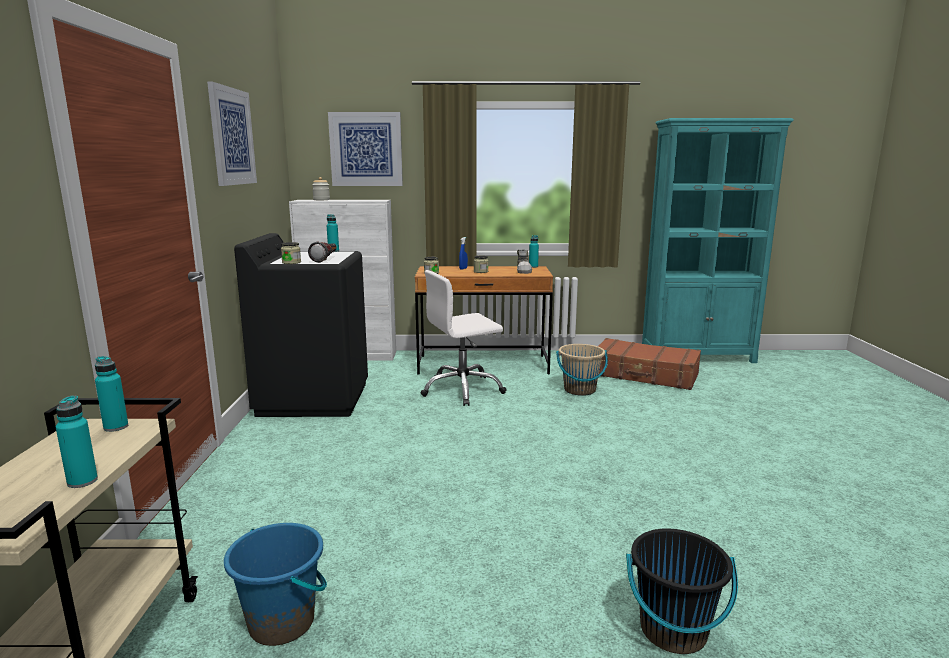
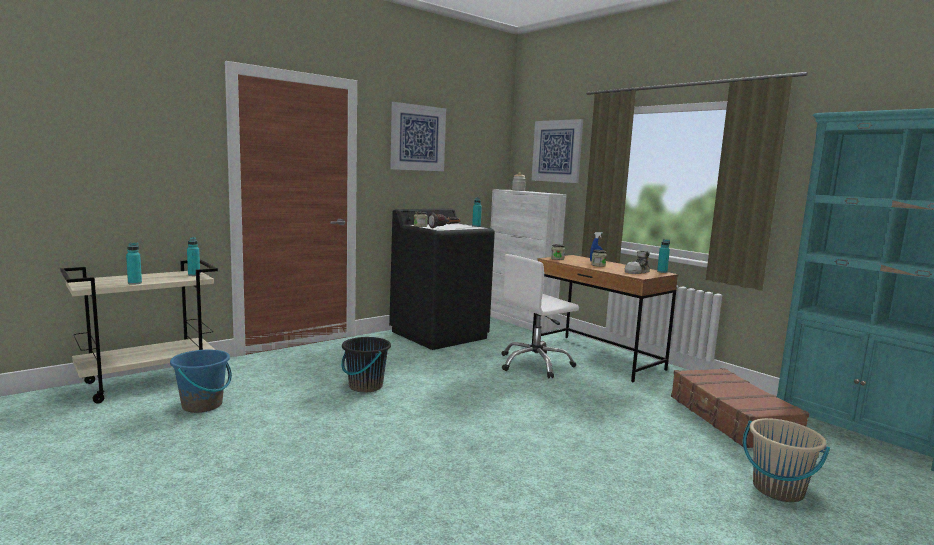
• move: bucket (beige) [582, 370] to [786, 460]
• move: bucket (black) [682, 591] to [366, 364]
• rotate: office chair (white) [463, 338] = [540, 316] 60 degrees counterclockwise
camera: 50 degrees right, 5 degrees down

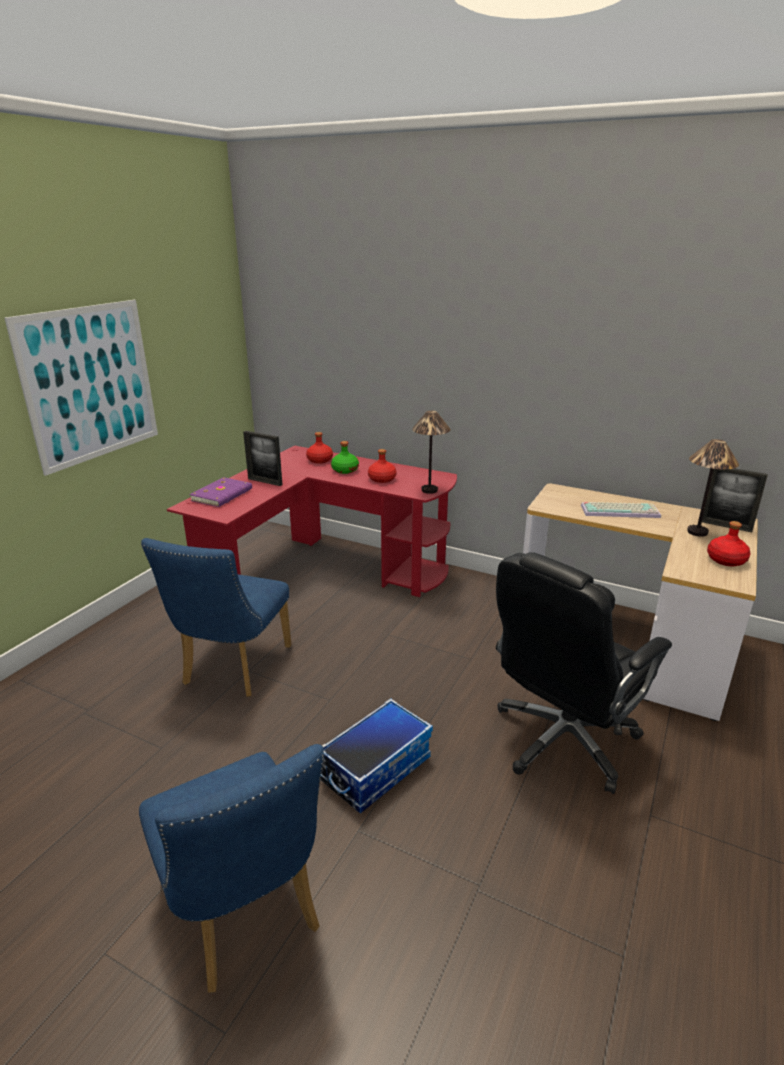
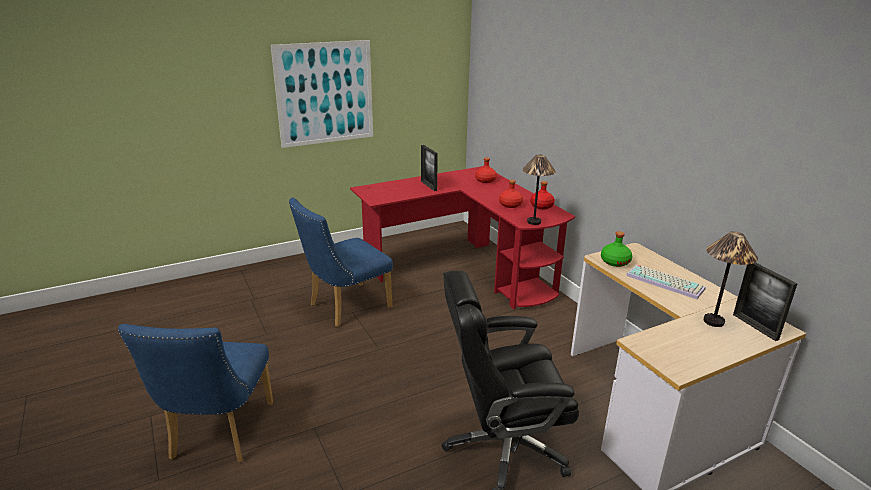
• delete: book (purple) [220, 492]
• delete: storage box [376, 755]
• move: bottle (green) [345, 457] to [616, 249]
• move: bottle (red) [728, 543] to [542, 195]
camera: 35 degrees right, 0 degrees up

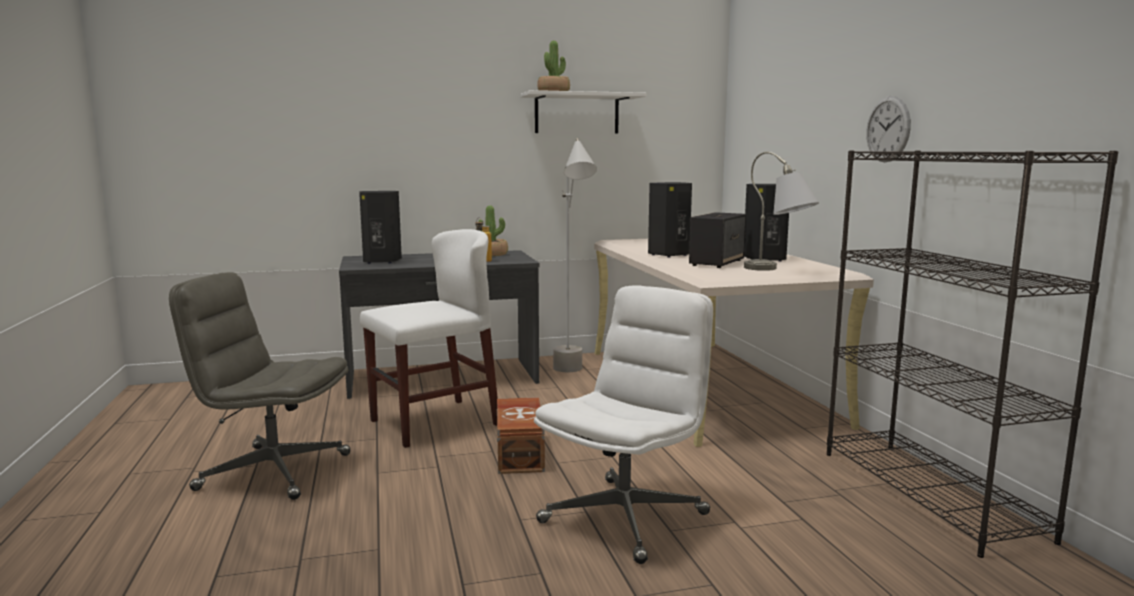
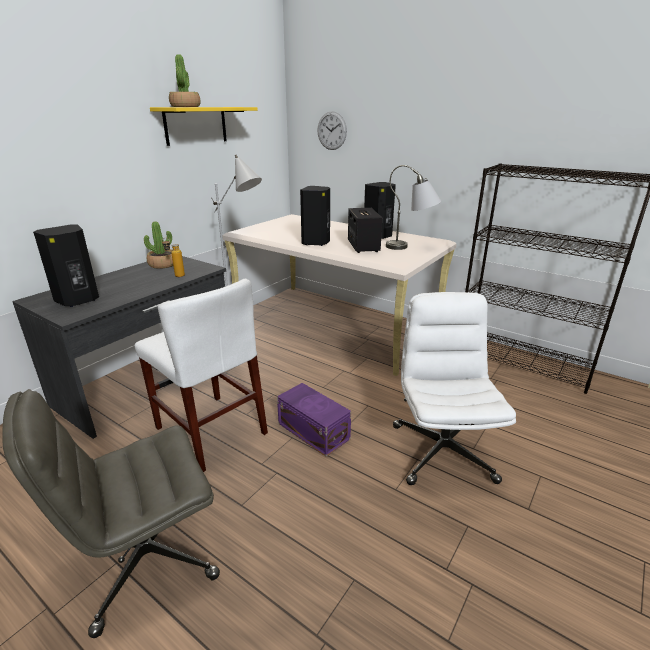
• move: wall clock [888, 129] to [332, 130]
• recolor: storage box (brown) [521, 435] to storage box (purple) [314, 420]
• recolor: shelf (white) [583, 112] to shelf (yellow) [204, 126]
• rotate: chair (white) [429, 338] = [201, 375] 120 degrees clockwise
camera: 40 degrees left, 15 degrees up

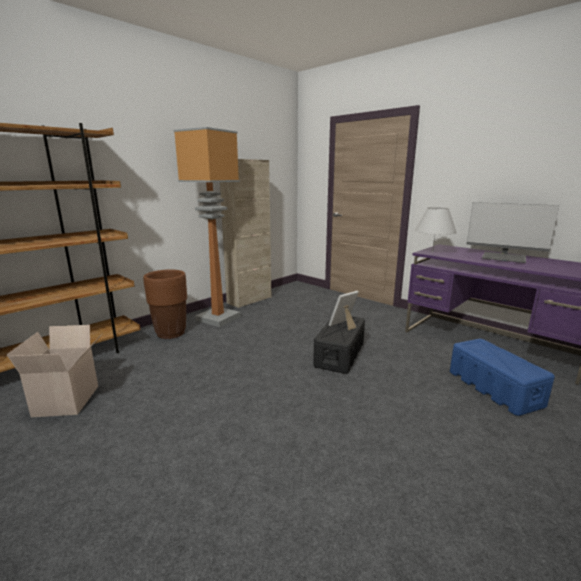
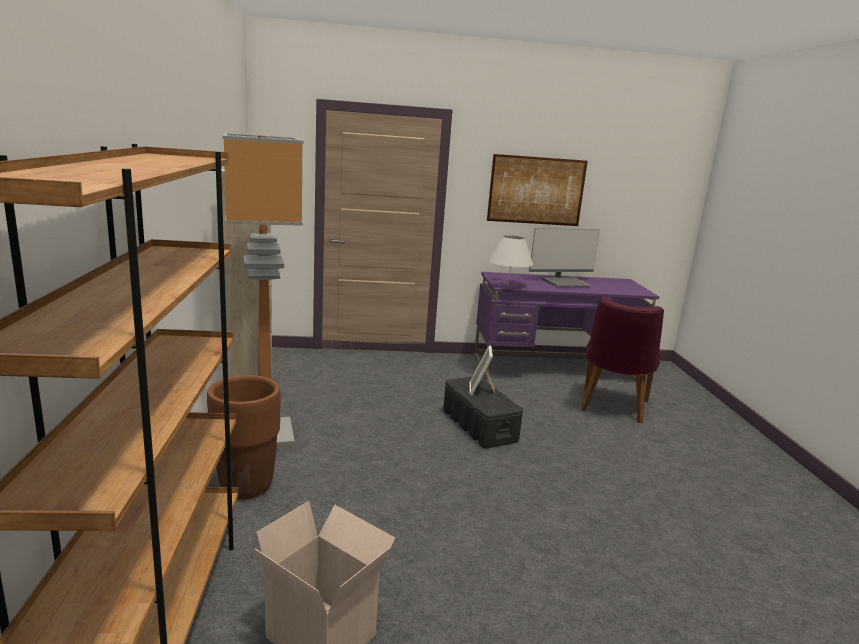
• insert: picture [537, 190]
• replace: storage box (blue) [502, 377] to chair (purple) [622, 360]
camera: 50 degrees left, 0 degrees up

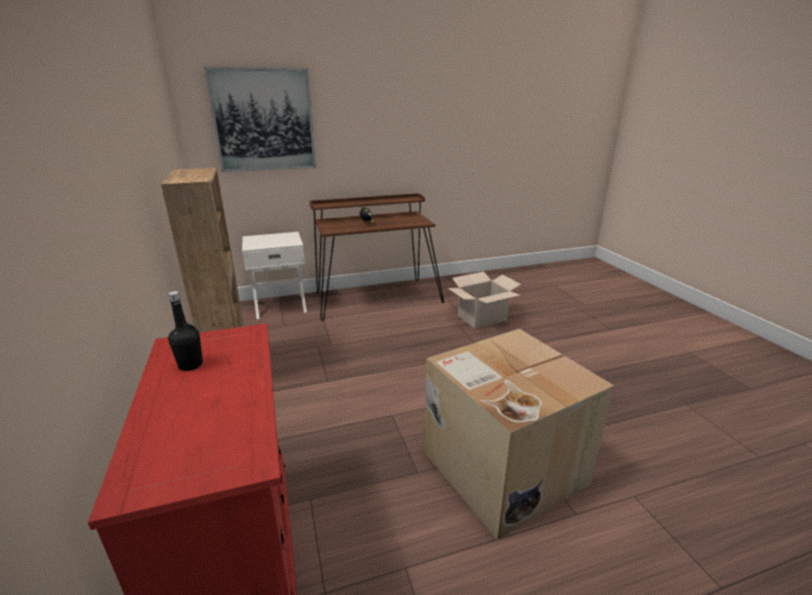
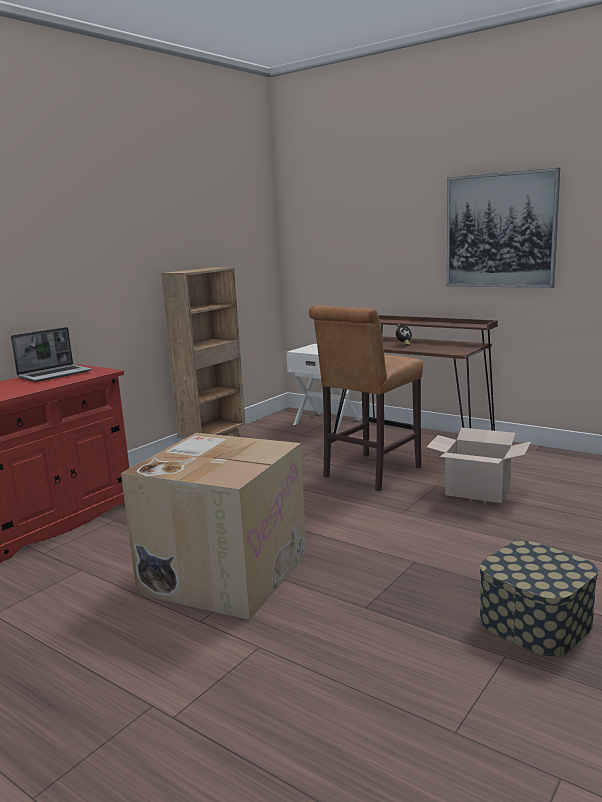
• insert: stool (brown) [366, 398]
• insert: storage box [539, 599]
• move: picture [260, 119] to [503, 228]
• replace: bottle (black) [185, 331] to laptop [51, 354]
camera: 55 degrees right, 10 degrees down

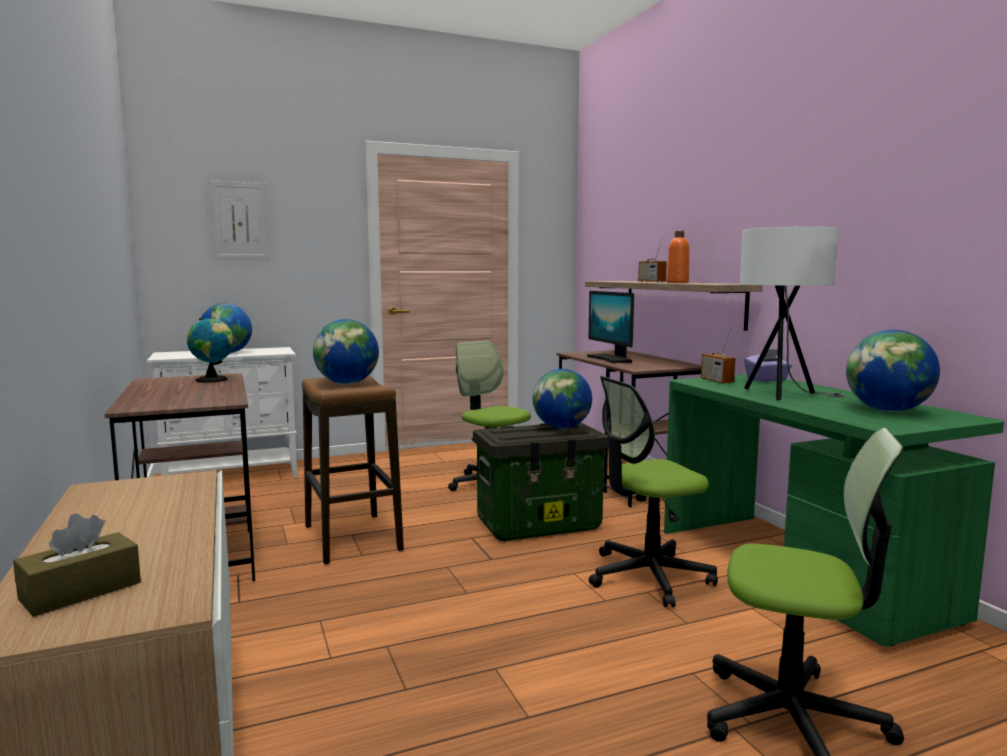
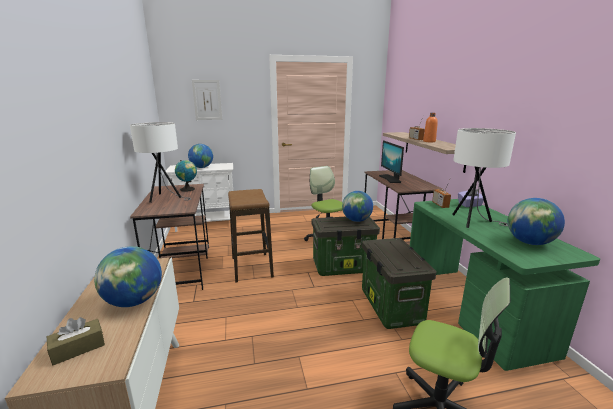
• insert: table lamp (white) [161, 162]
• move: globe [346, 351] to [128, 276]
• replace: office chair [653, 491] to storage box [399, 283]
camera: 10 degrees right, 10 degrees up

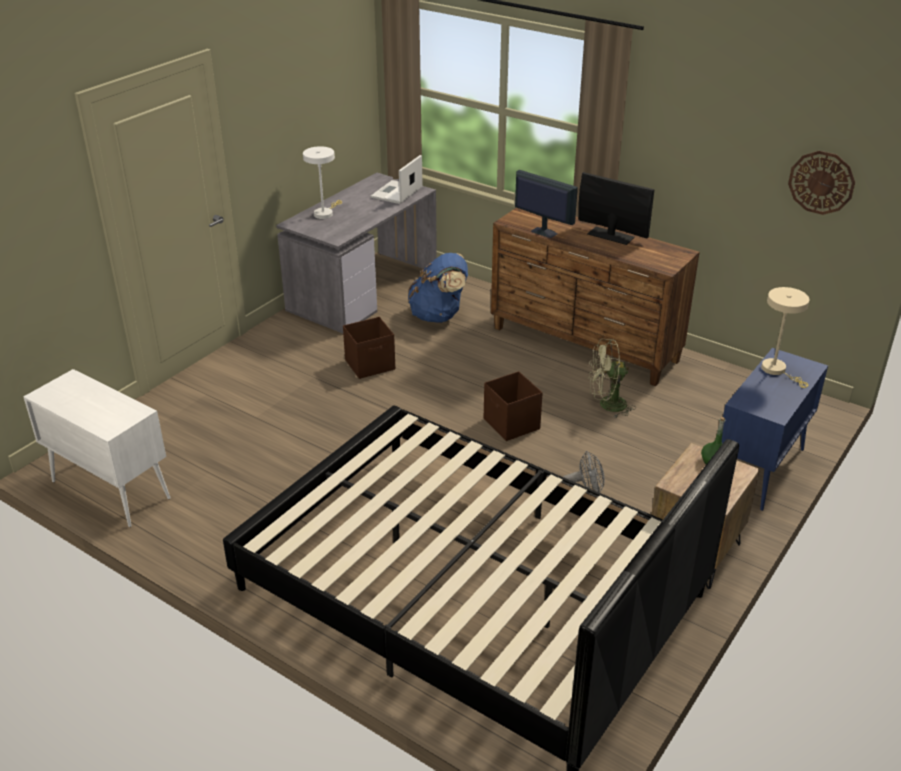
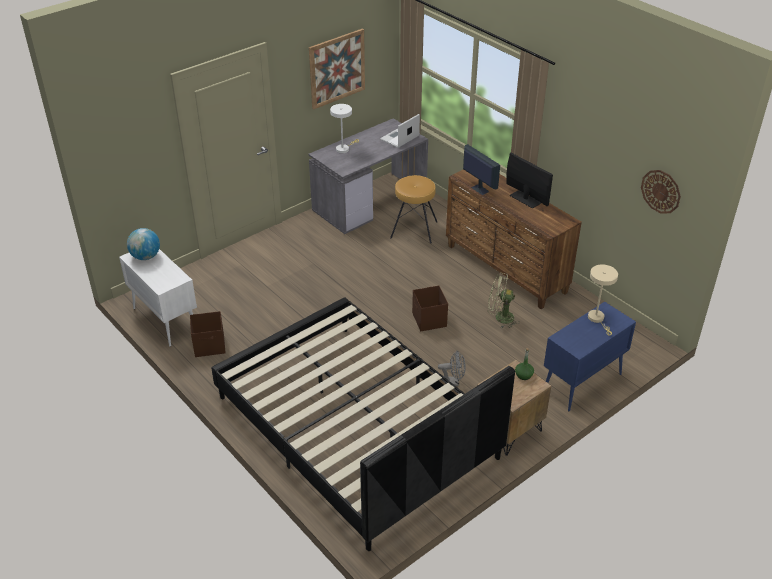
• insert: globe [143, 244]
• insert: picture [337, 68]
• move: storage box (brown) [369, 348] to [208, 334]
• replace: backpack (blue) [438, 288] to stool (brown) [413, 209]
camera: 15 degrees right, 5 degrees up

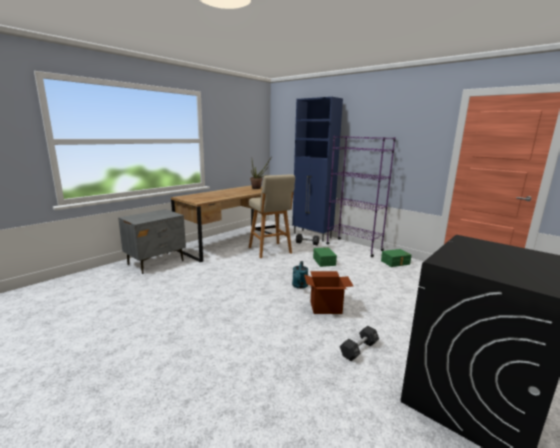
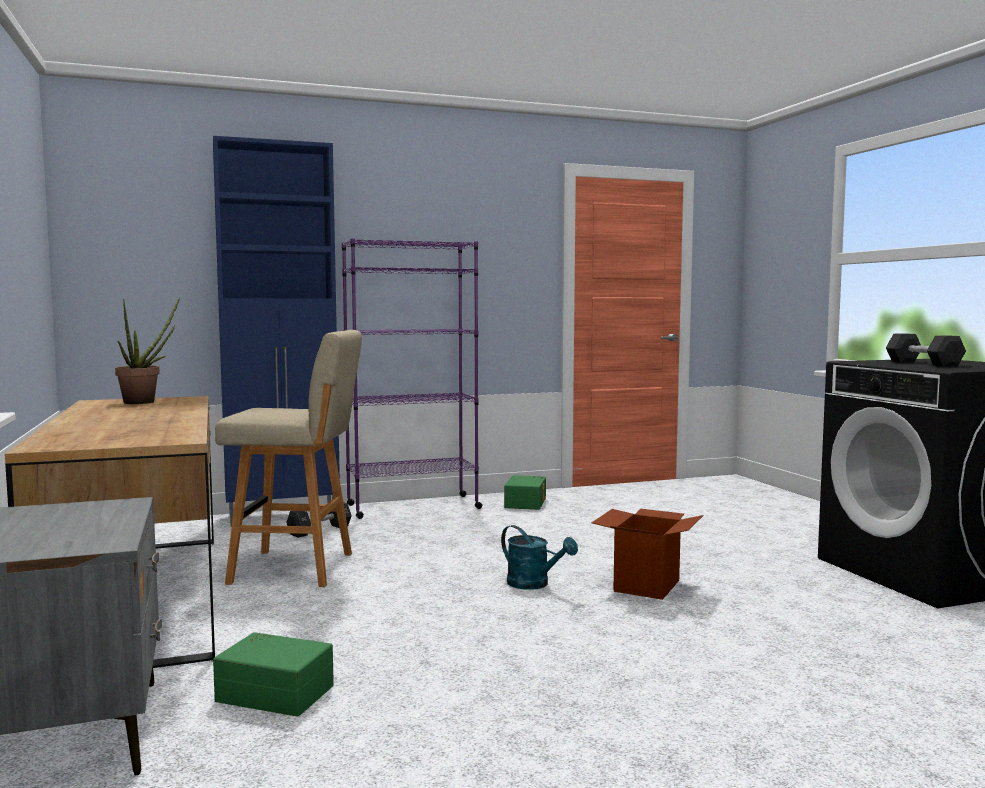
• move: storage box (green) [325, 257] to [273, 674]
• move: dumbbell (black) [359, 343] to [926, 350]
camera: 60 degrees left, 10 degrees down

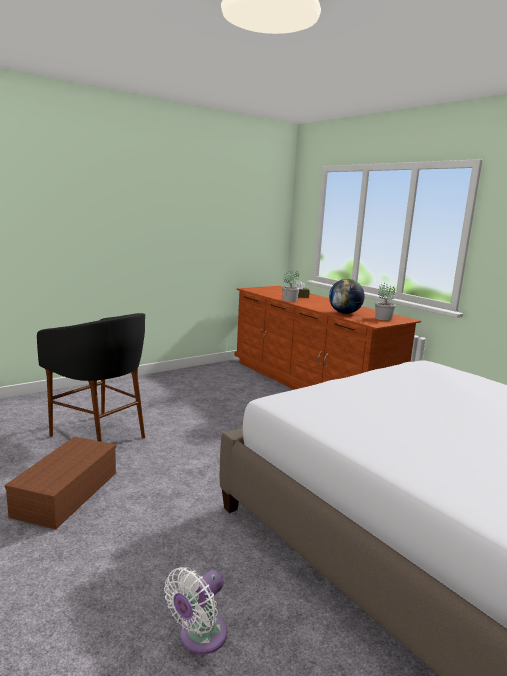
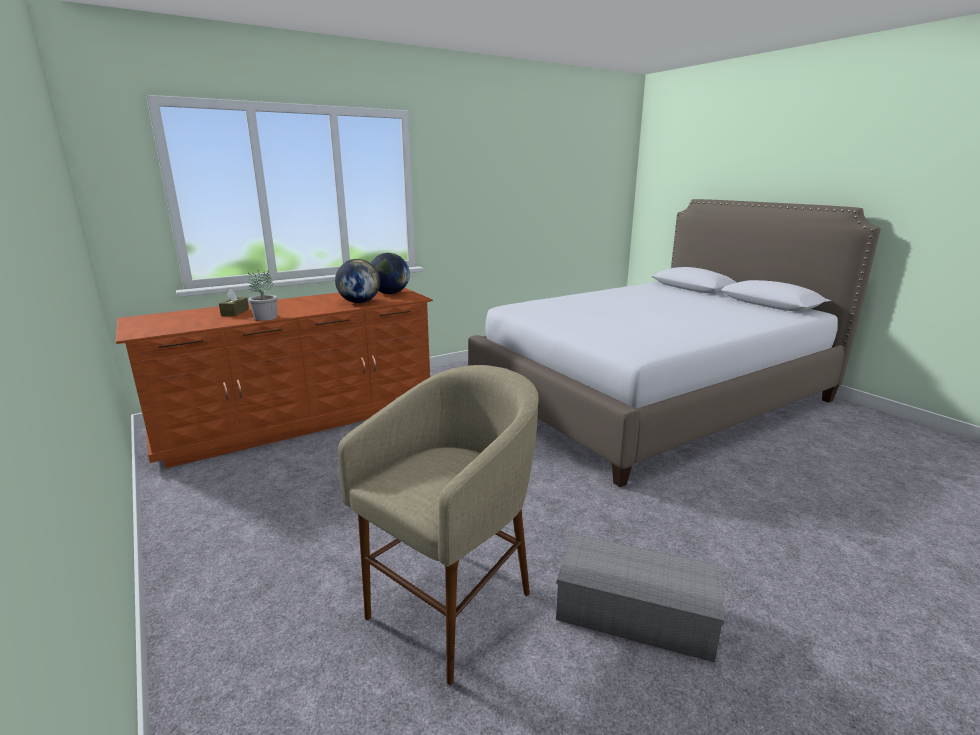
• delete: fan (white) [195, 610]
• replace: potted plant [385, 301] to globe [390, 273]
• recolor: storage box (brown) [60, 483] to storage box (grey) [640, 598]
• recolor: stool (black) [91, 377] to stool (beige) [438, 525]
camera: 85 degrees left, 5 degrees up

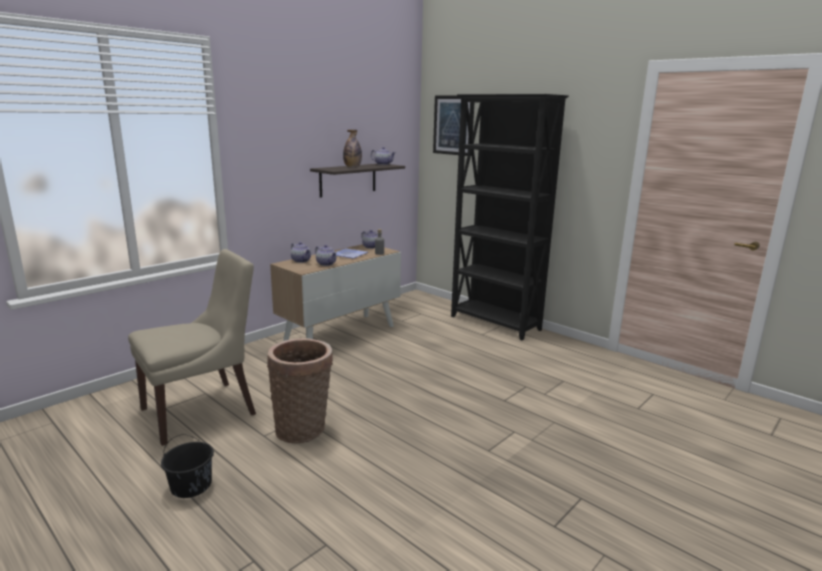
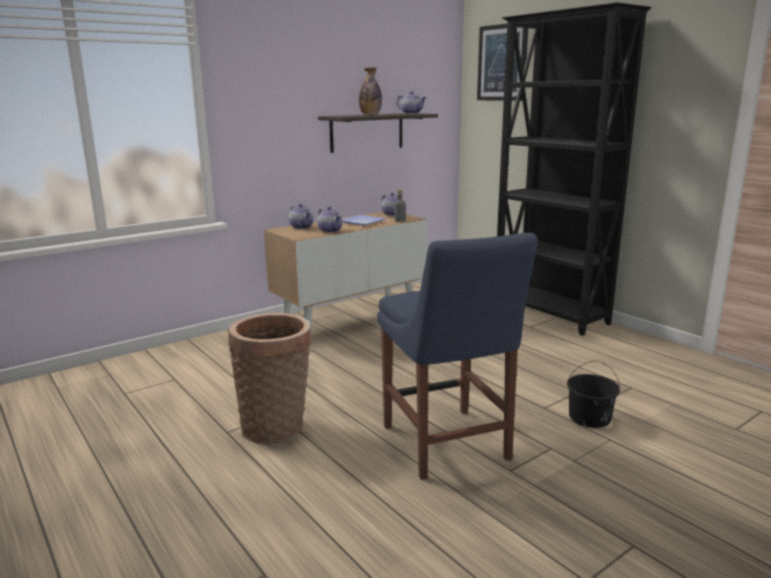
• delete: chair (beige) [192, 347]
• insert: chair (blue) [457, 356]
• move: bucket (black) [187, 466] to [593, 394]
camera: 10 degrees right, 0 degrees up

